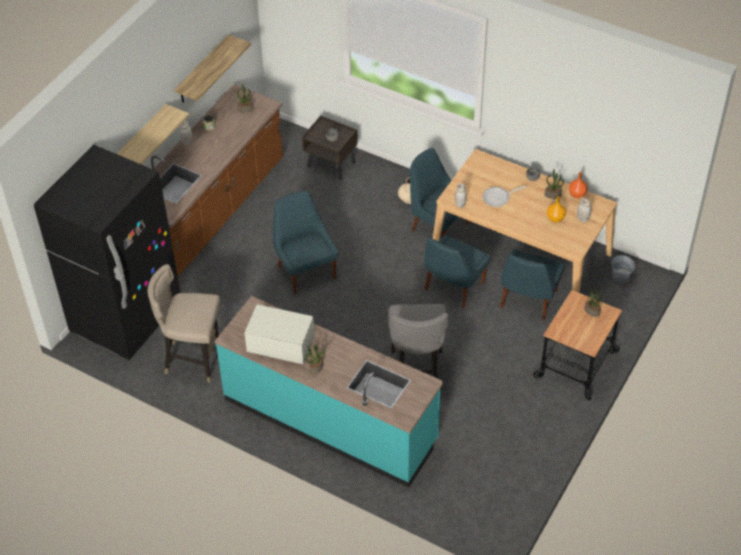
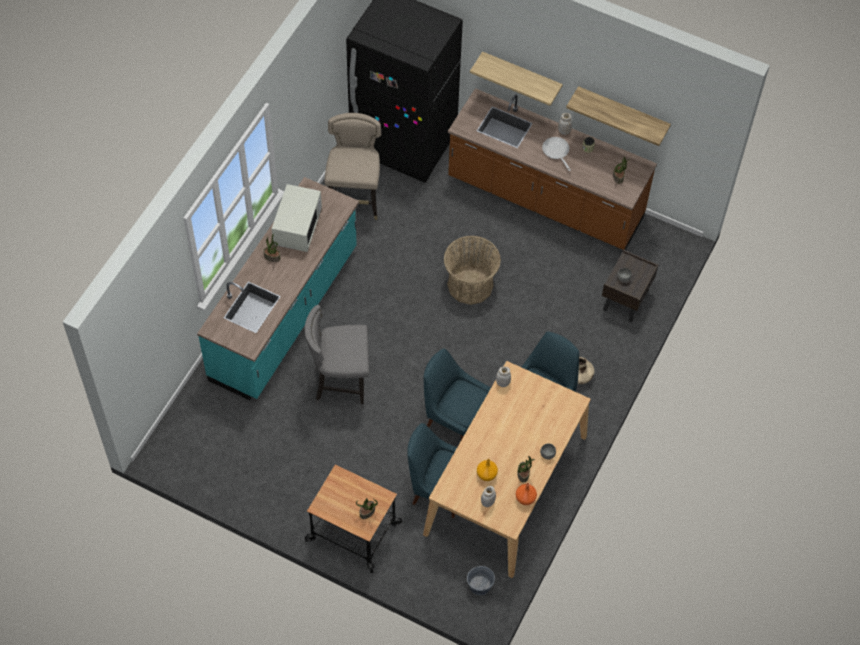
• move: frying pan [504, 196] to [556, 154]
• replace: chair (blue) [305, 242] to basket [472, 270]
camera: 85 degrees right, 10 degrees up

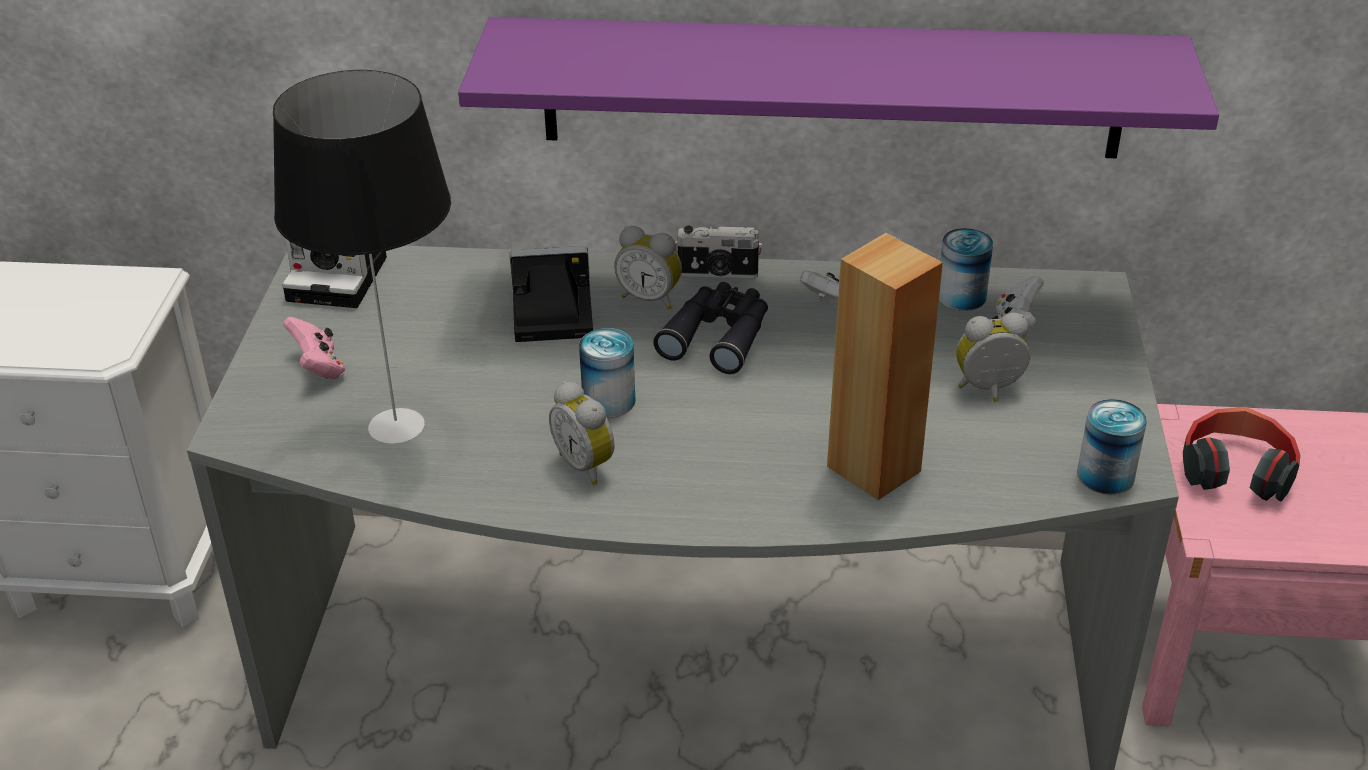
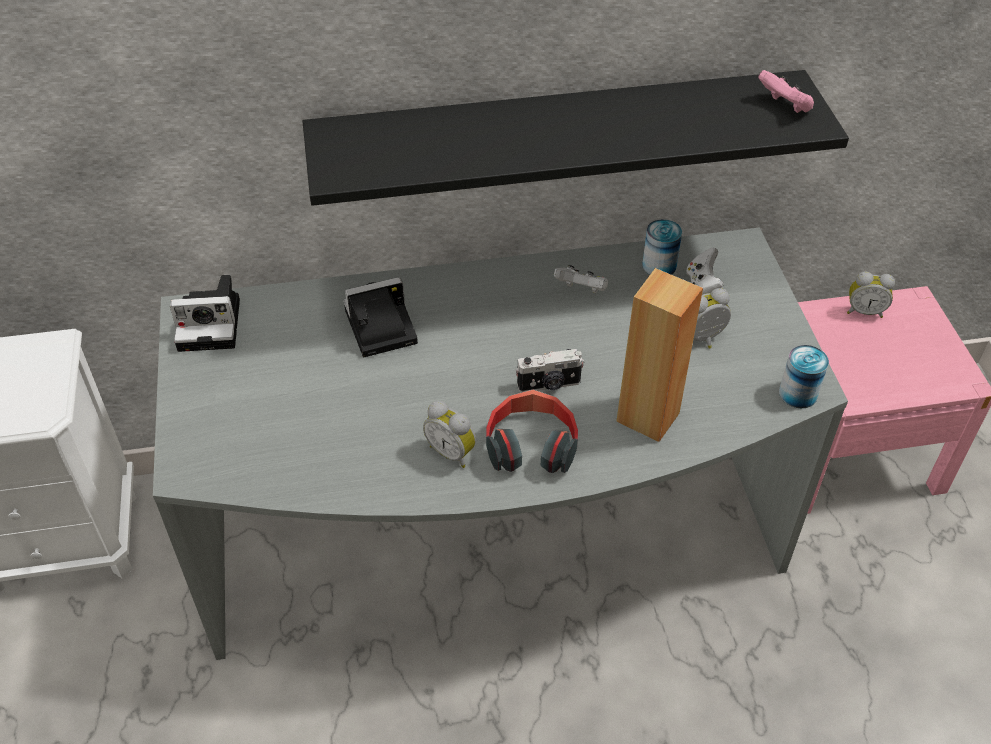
• delete: table lamp [362, 257]
• delete: can [607, 373]
• delete: binoculars (black) [710, 328]
• move: game controller (pink) [314, 348] to [786, 91]
• move: alarm clock [648, 268] to [871, 294]
• move: photo camera [718, 252] to [549, 371]
• move: headphones [1242, 454] to [532, 431]
• recolor: shelf (purple) [838, 87] to shelf (black) [575, 138]
camera: 15 degrees left, 10 degrees up

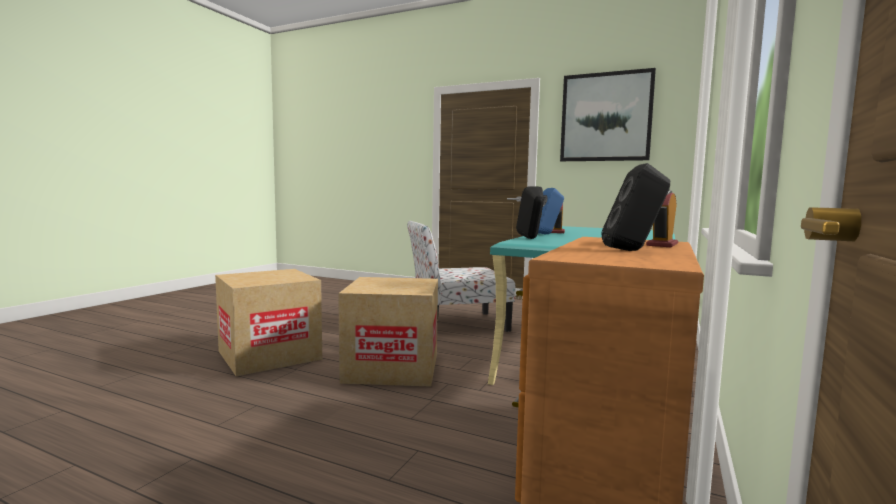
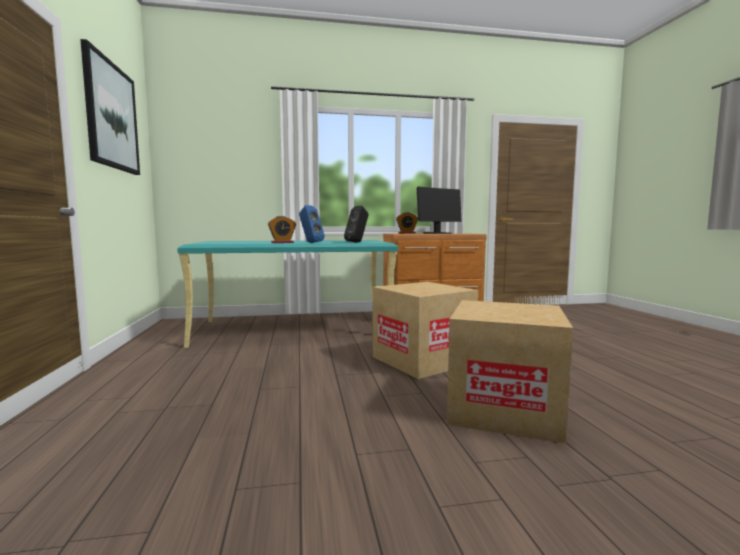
• delete: chair [461, 276]
• replace: speaker (black) [635, 207] to monitor [439, 210]
camera: 125 degrees left, 0 degrees up

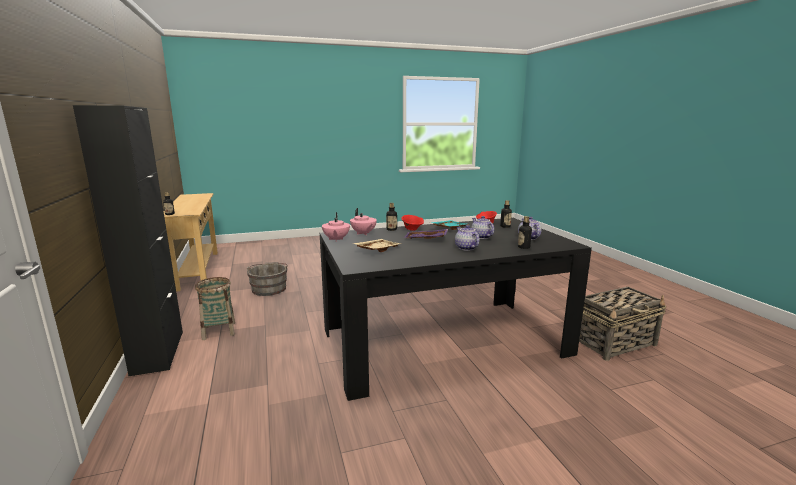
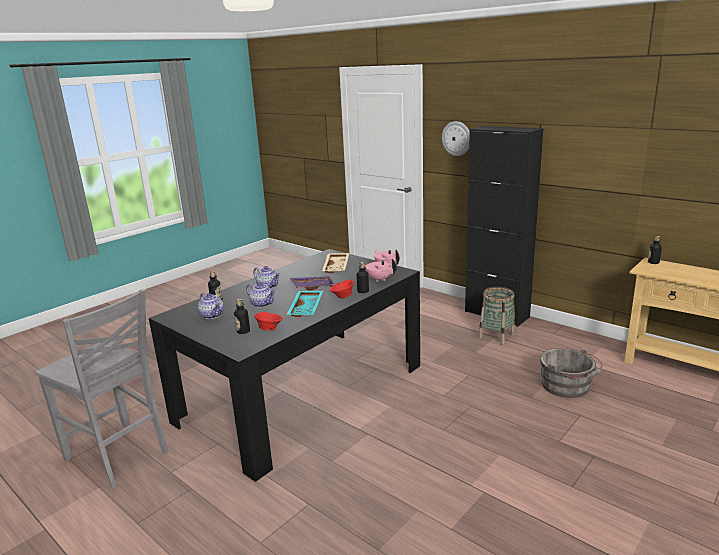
• insert: wall clock [456, 138]
• replace: basket [622, 324] to chair (grey) [102, 389]
camera: 150 degrees right, 5 degrees up

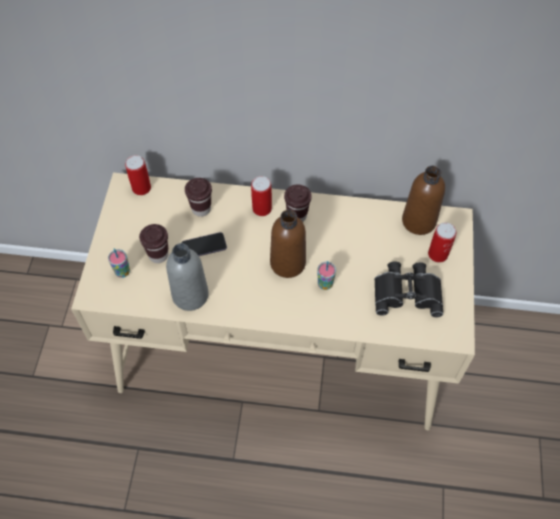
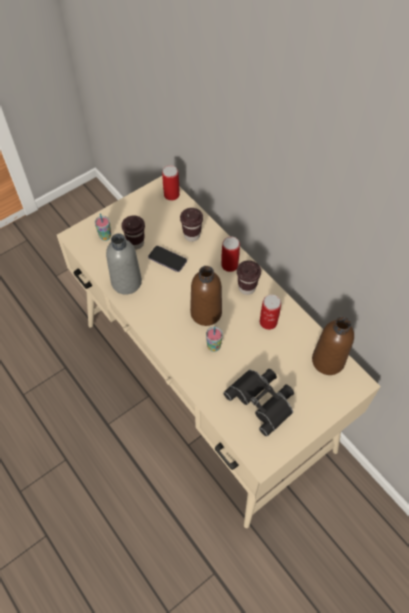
• move: can [442, 242] to [270, 312]
camera: 45 degrees right, 0 degrees up

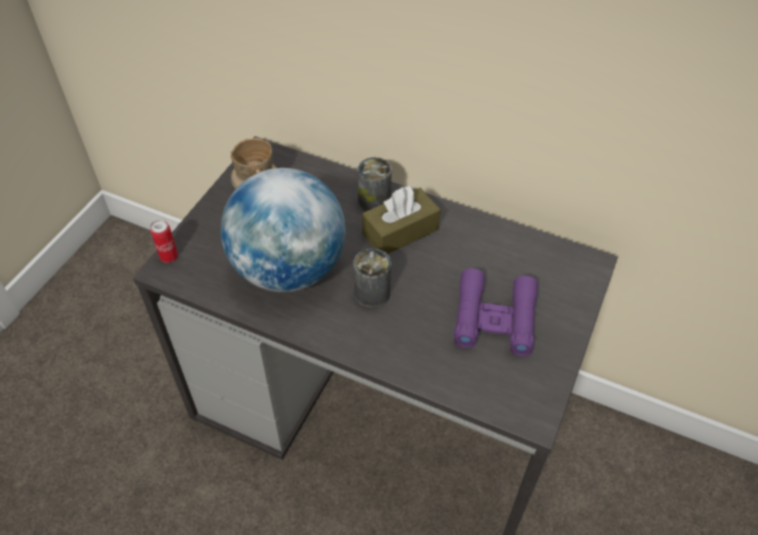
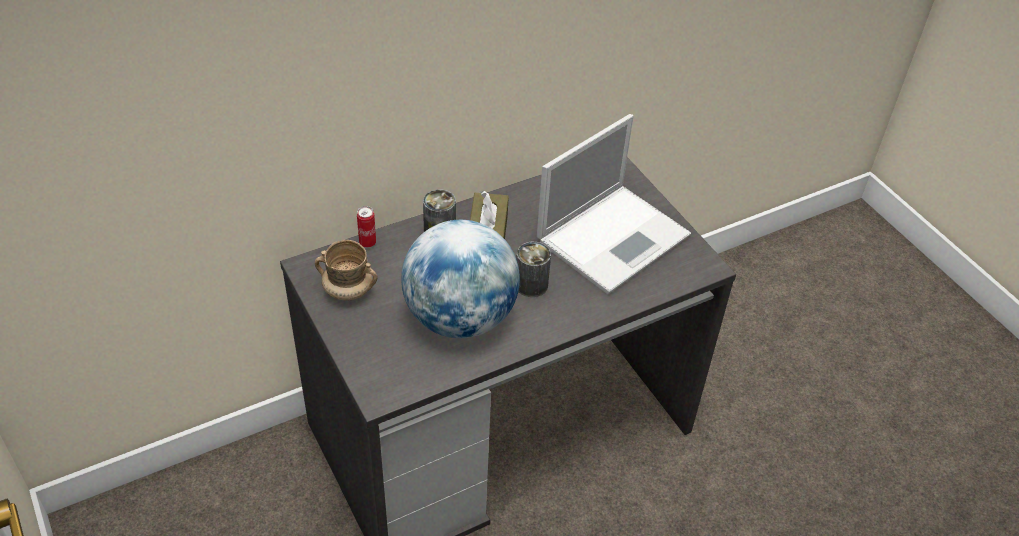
• move: can [164, 241] to [366, 227]
• replace: binoculars (purple) [496, 312] to laptop [614, 204]
camera: 55 degrees left, 5 degrees down

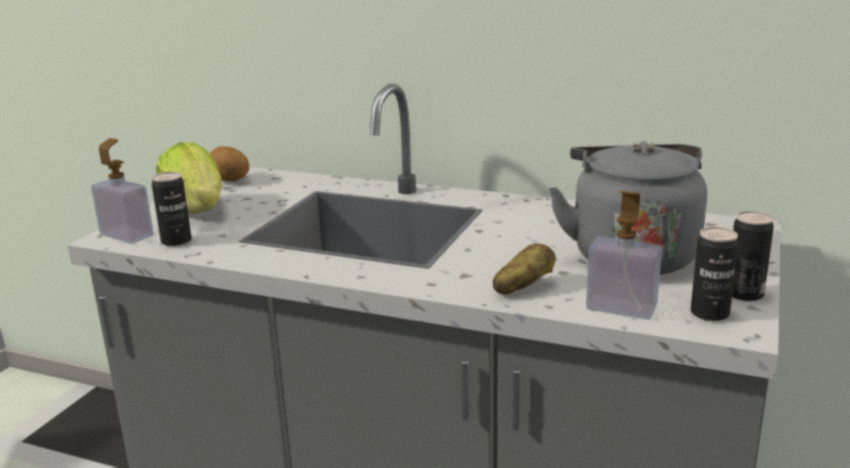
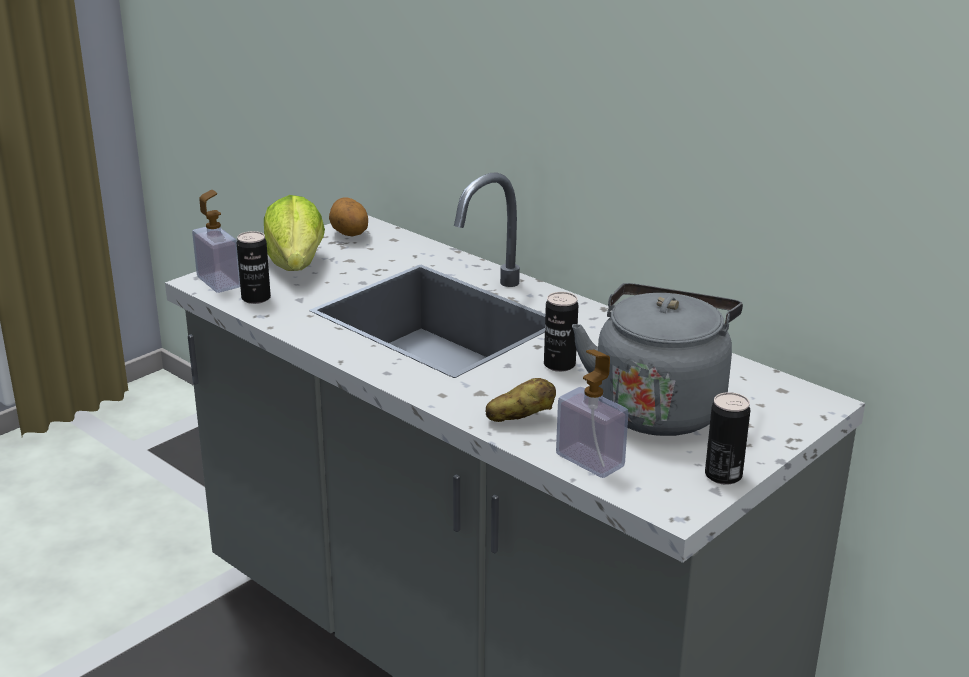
• move: can [715, 274] to [561, 332]
camera: 20 degrees right, 5 degrees up

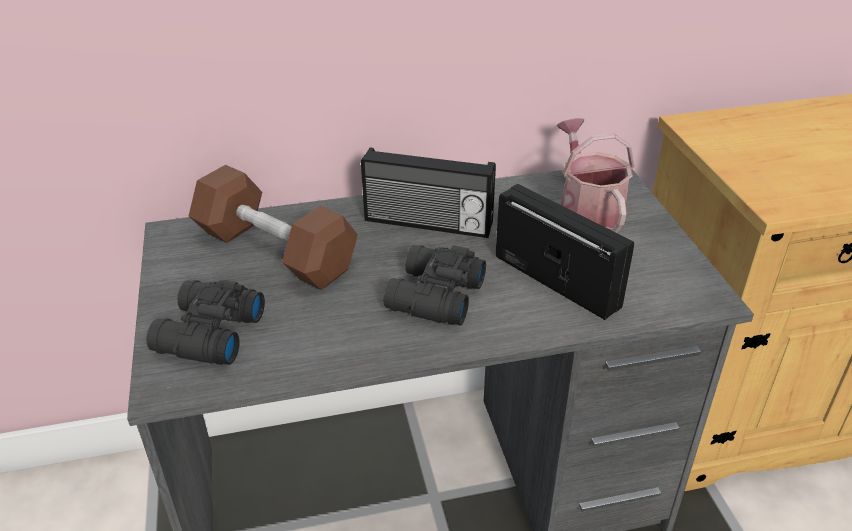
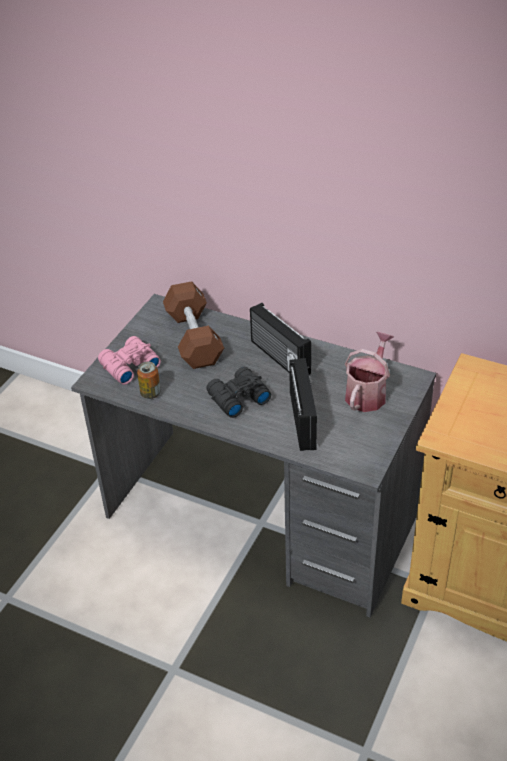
• insert: can [149, 380]
• recolor: binoculars (black) [205, 322] to binoculars (pink) [129, 360]
camera: 40 degrees right, 5 degrees up

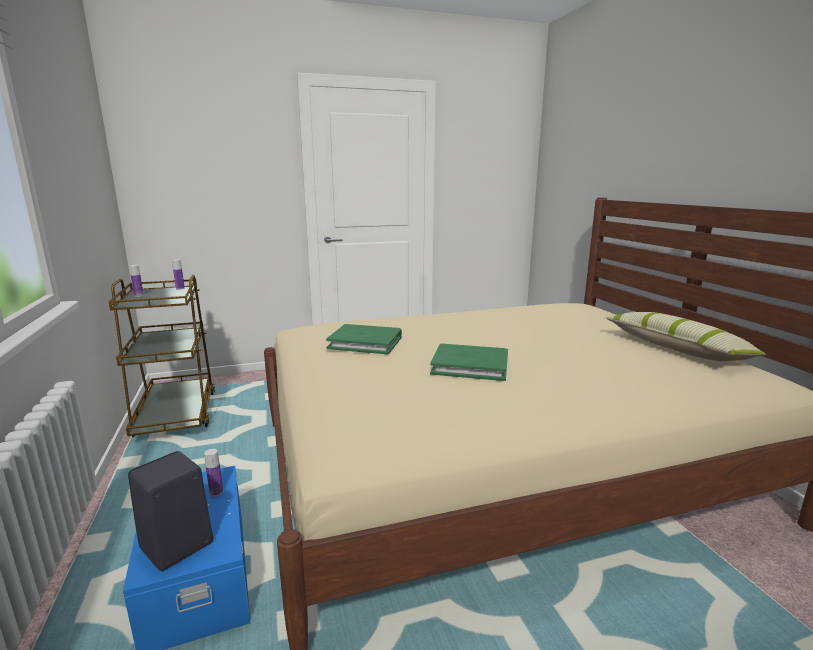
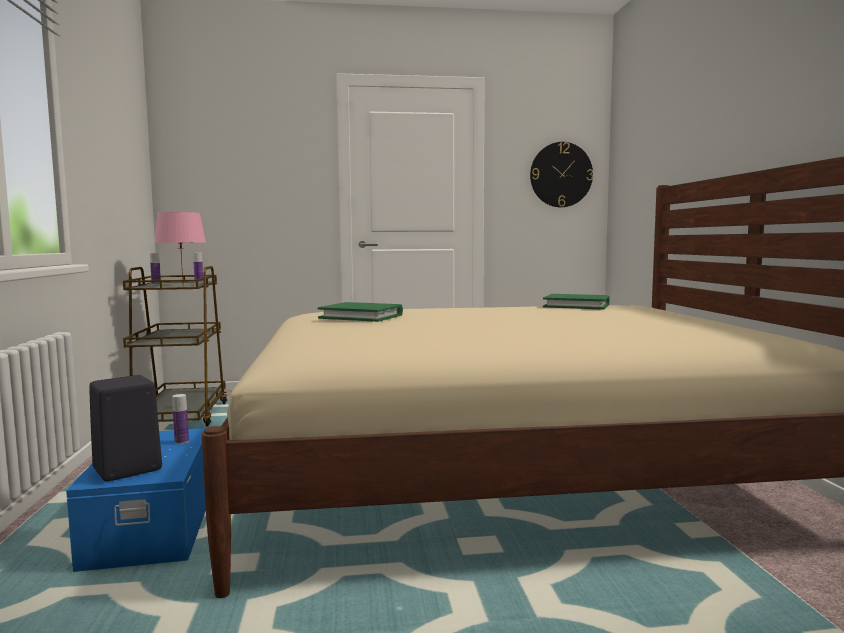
• delete: pillow [685, 336]
• insert: table lamp (pink) [180, 246]
• insert: wall clock [561, 174]
• move: book (green) [469, 362] to [576, 302]
camera: 10 degrees right, 10 degrees down

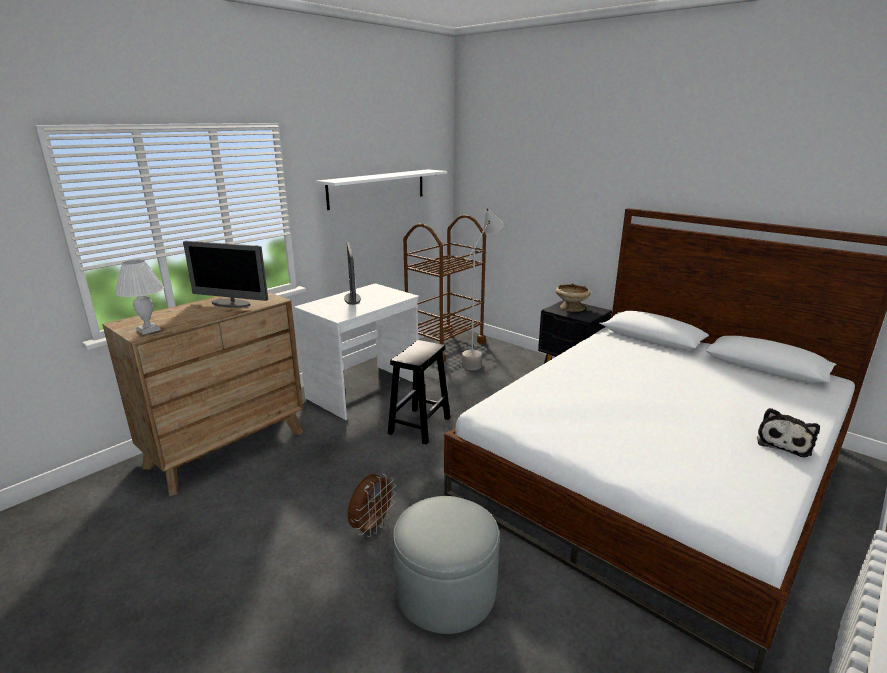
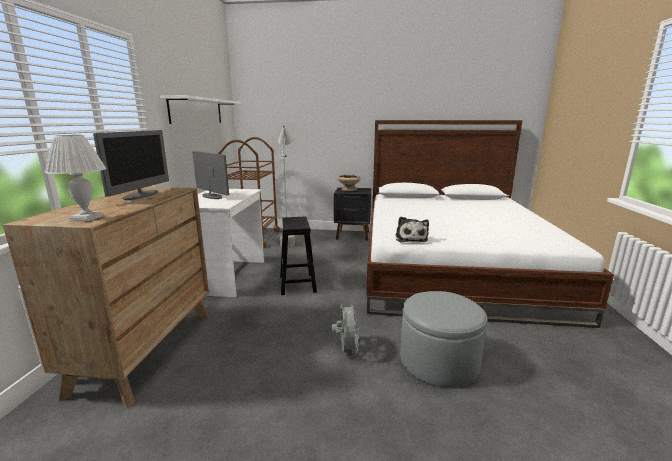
• move: plush toy [788, 432] to [412, 230]
• recolor: fan (brown) [372, 505] to fan (grey) [345, 328]
• rotate: monitor [225, 274] = [131, 165] 60 degrees counterclockwise
camera: 35 degrees left, 5 degrees down

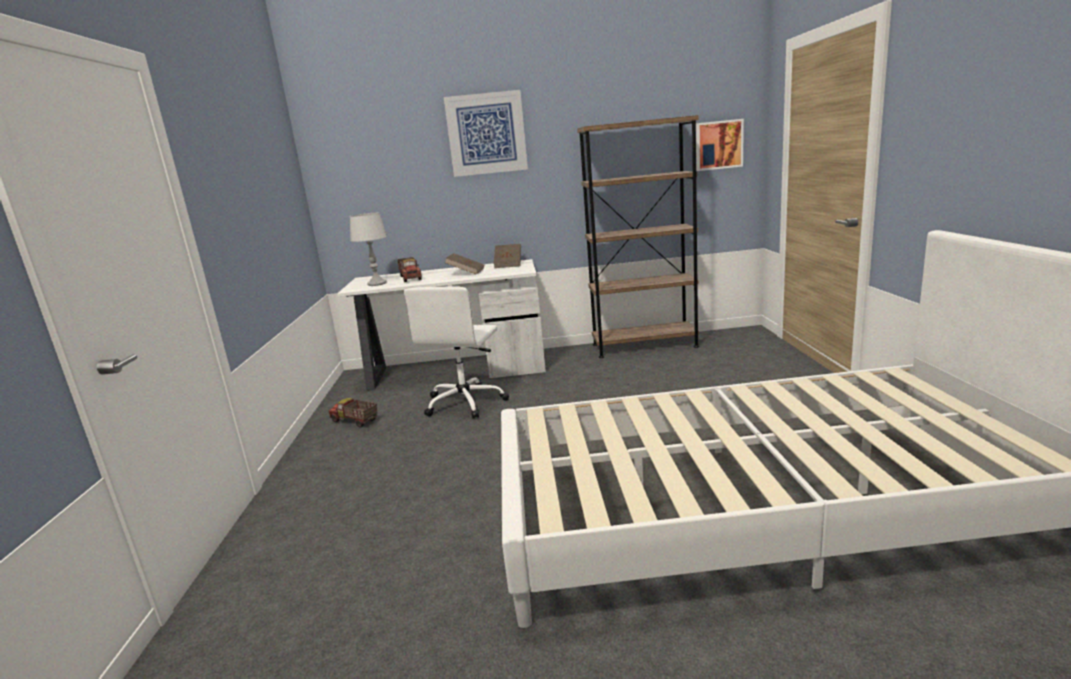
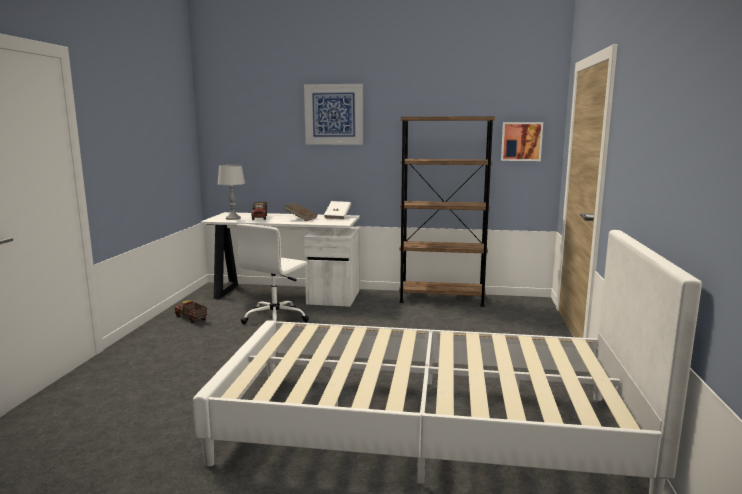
• recolor: book (brown) [507, 256] to book (white) [337, 210]
camera: 10 degrees right, 5 degrees down

